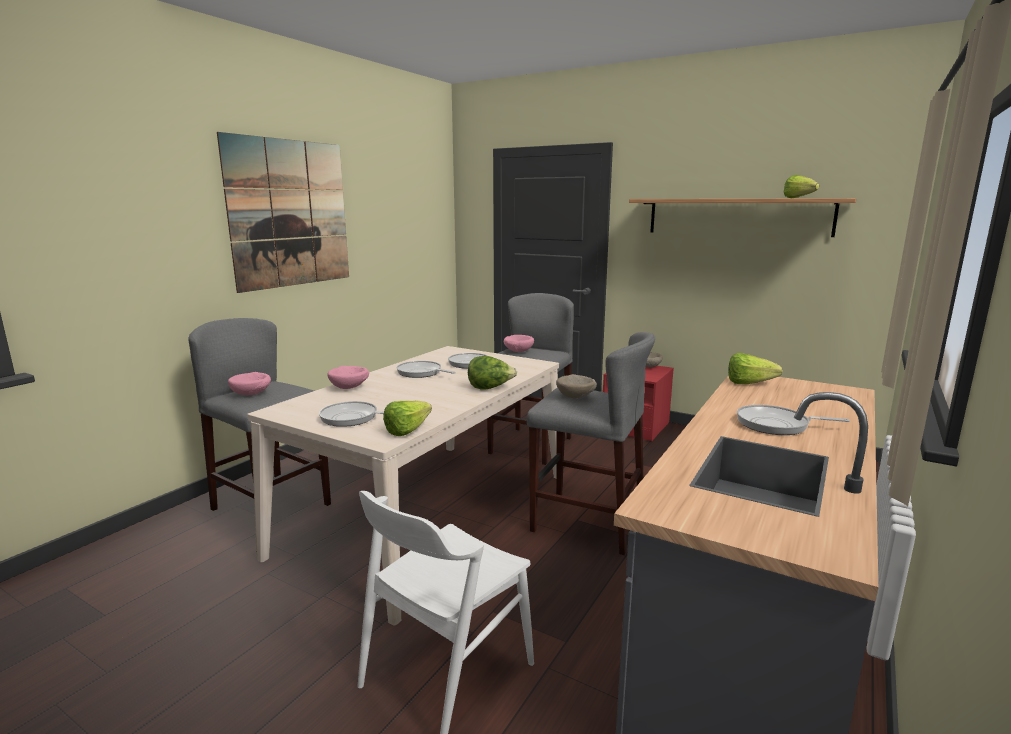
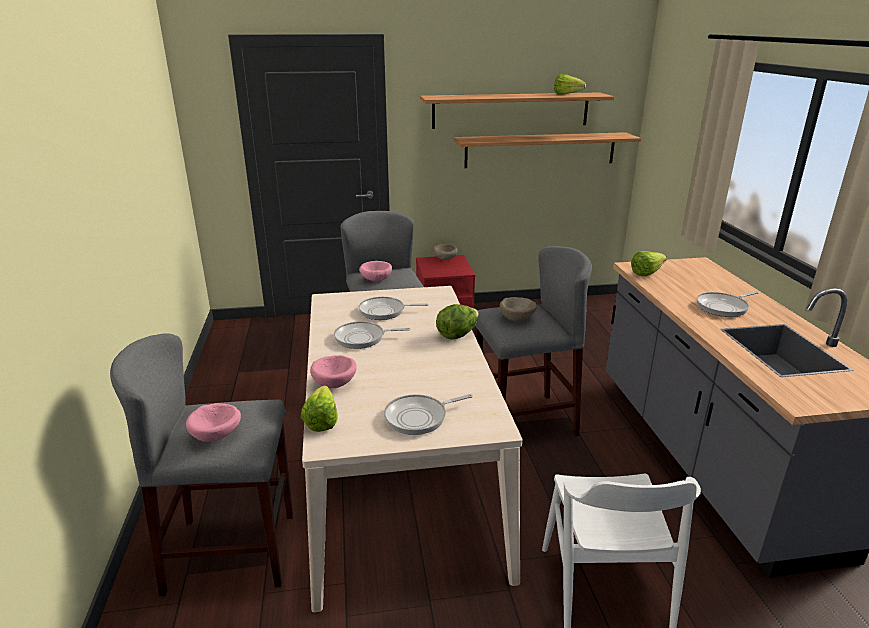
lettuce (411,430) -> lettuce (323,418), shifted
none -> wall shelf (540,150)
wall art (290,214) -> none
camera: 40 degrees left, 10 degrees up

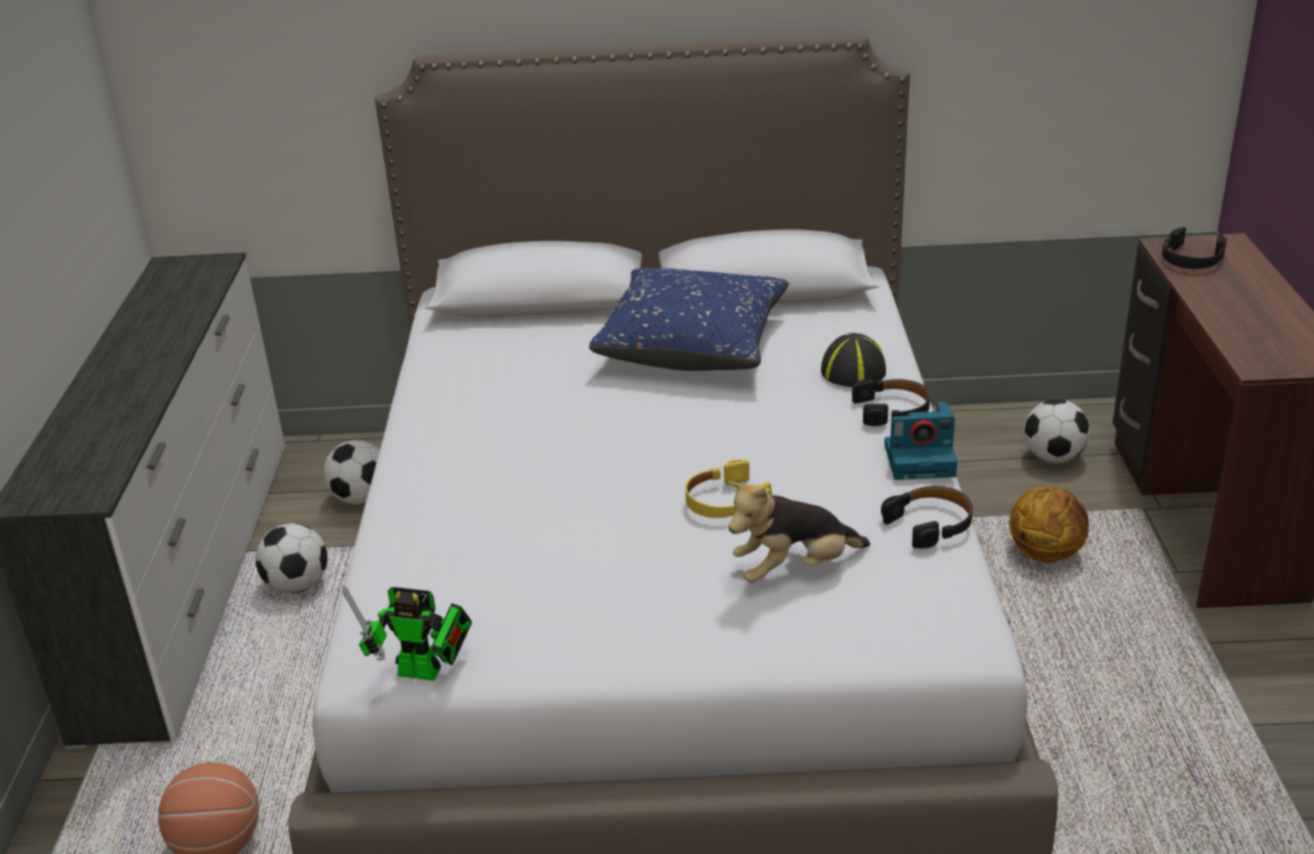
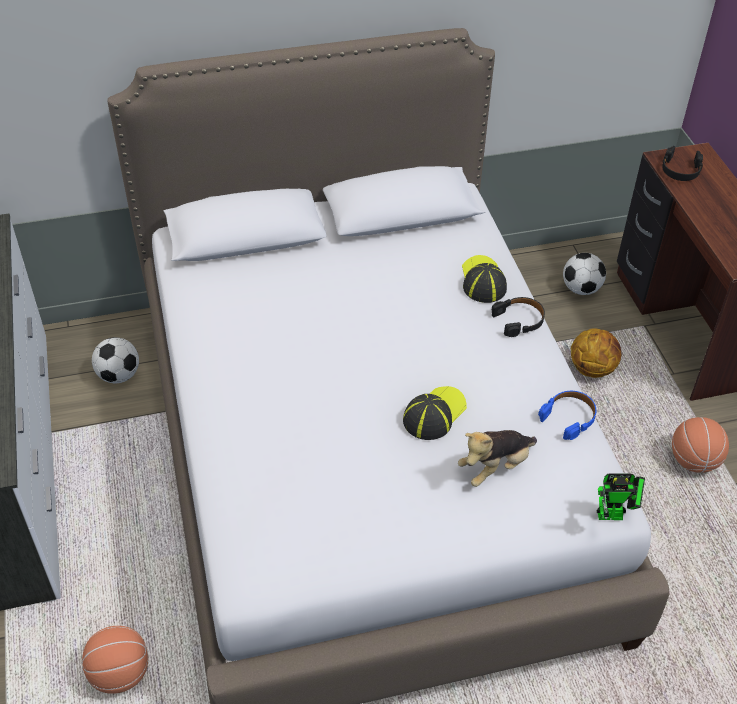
headphones (yellow-coloured) (724,501) -> baseball cap (434,414)
headphones (black) (930,524) -> headphones (bluish) (569,417)
robot figure (426,673) -> robot figure (614,515), shifted
none -> ball for basketball (693,460)
football (298,585) -> none
cushion (bluish) (693,345) -> none
photo camera (921,459) -> none
camera: 15 degrees left, 15 degrees up

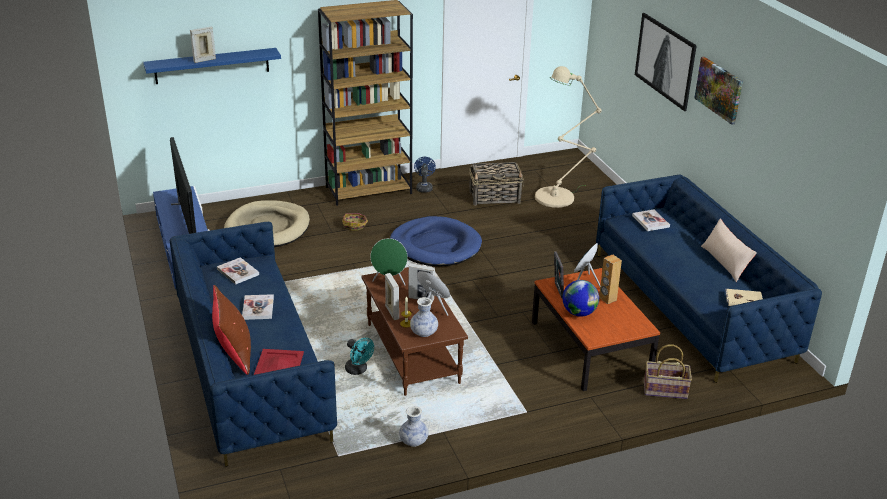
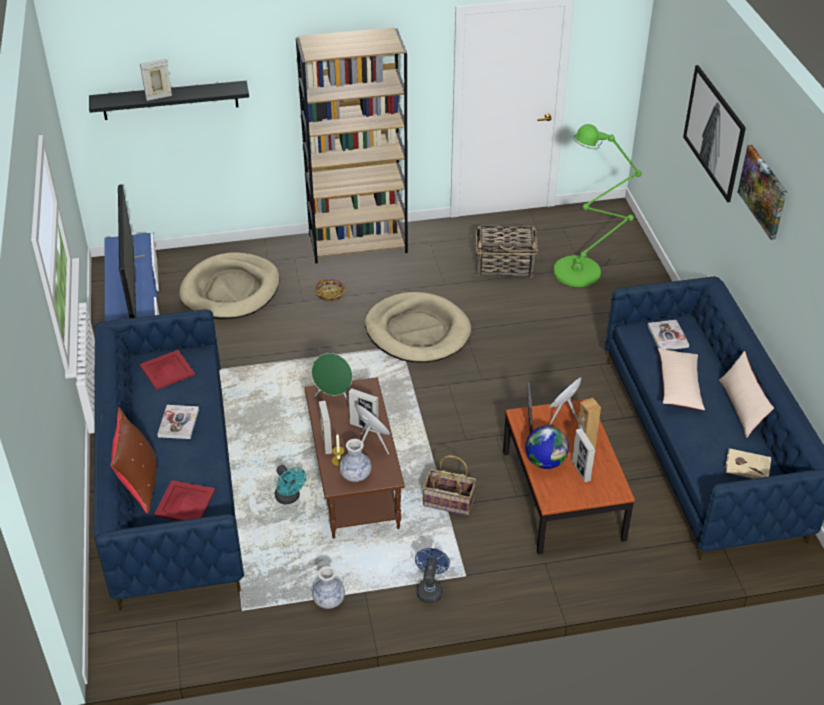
wall shelf (bluish) (212,66) -> wall shelf (black) (170,100)
book (238,272) -> carrying tray (red-coloured) (167,369)
dog bed (bluish) (435,246) -> dog bed (beige-coloured) (417,331)
fan (bluish) (424,187) -> fan (bluish) (430,589), shifted
storage basket (665,390) -> storage basket (448,502), shifted
standing lamp (beige-coloured) (559,196) -> standing lamp (green-coloured) (583,270)
none -> photo frame (581,471)
none -> cushion (beige-coloured) (679,385)
camera: 10 degrees right, 10 degrees up

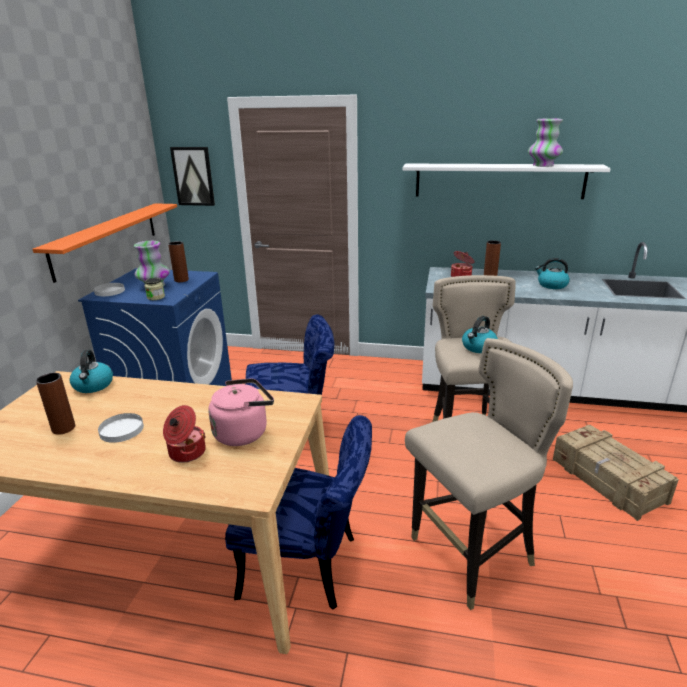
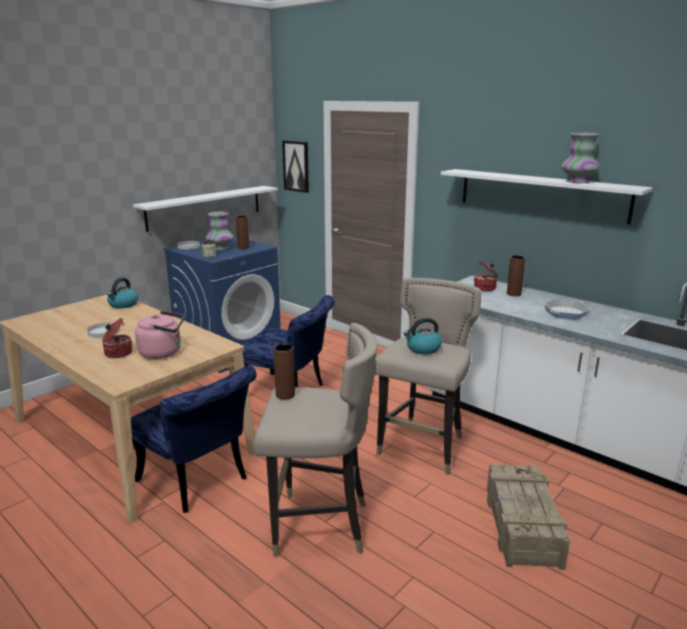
wall shelf (orangey) (107,239) -> wall shelf (white-coloured) (205,207)
decorative vase (brown-coloured) (63,428) -> decorative vase (brown-coloured) (285,395), shifted
tea kettle (551,285) -> frying pan (566,312)
camera: 30 degrees right, 5 degrees down

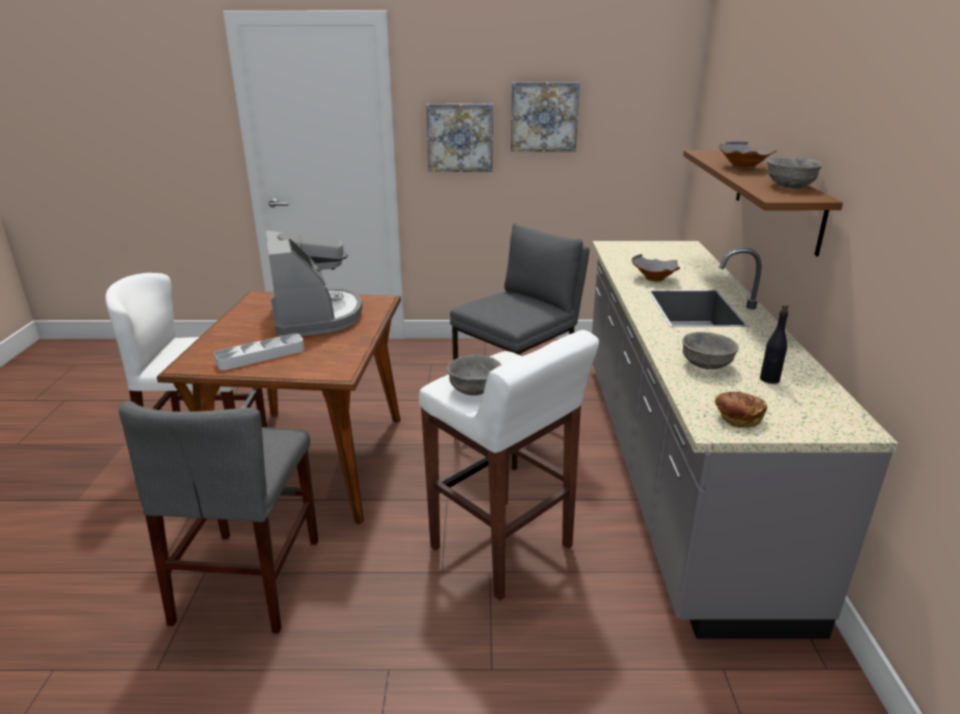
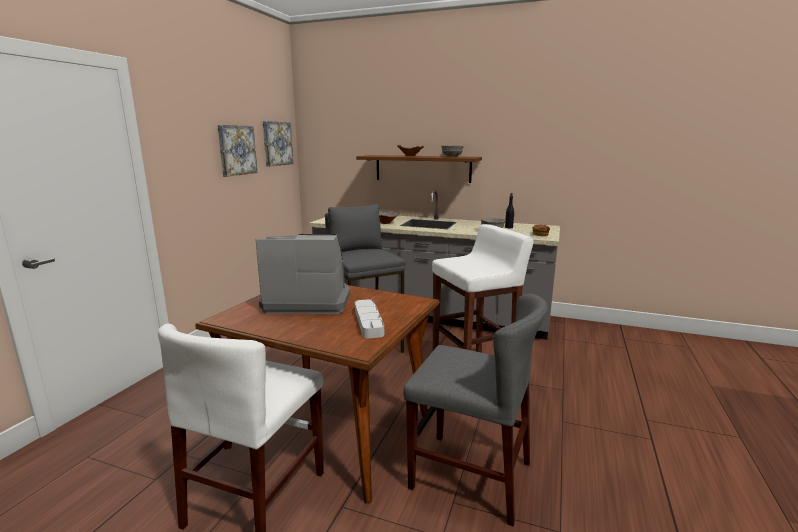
wall art (460,137) -> wall art (277,143), shifted
bowl (greyish) (475,390) -> none
camera: 70 degrees left, 10 degrees down

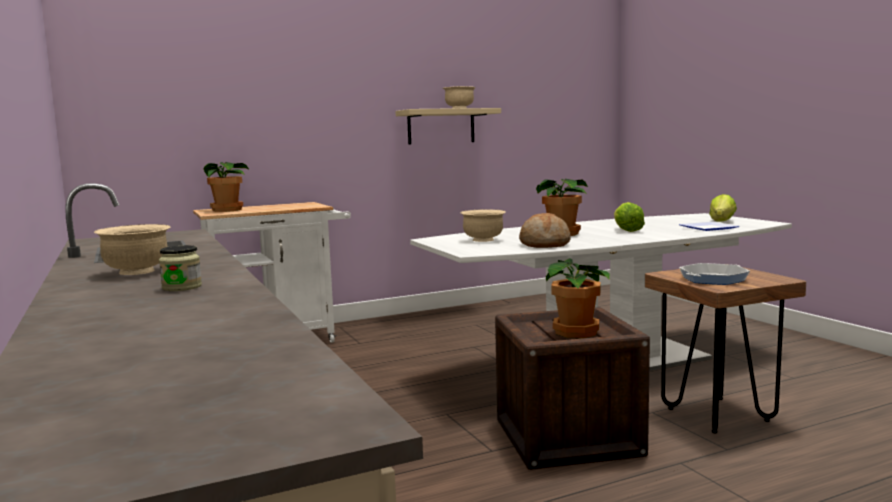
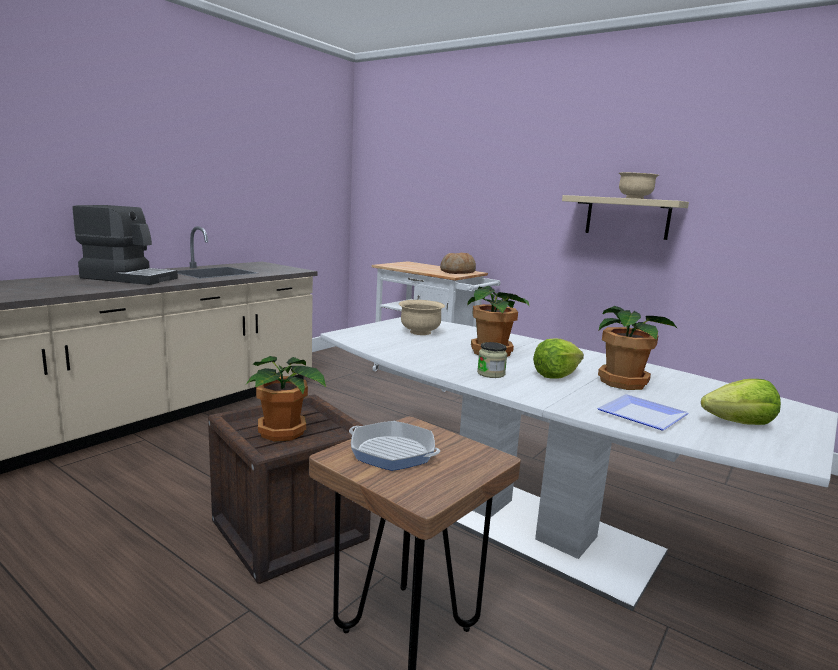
bowl (beige-coloured) (137,272) -> coffee machine (129,278)
baked bread (544,244) -> baked bread (457,272), shifted
preserve jar (182,287) -> preserve jar (491,374), shifted
potted plant (227,210) -> potted plant (623,382), shifted
camera: 60 degrees right, 5 degrees up

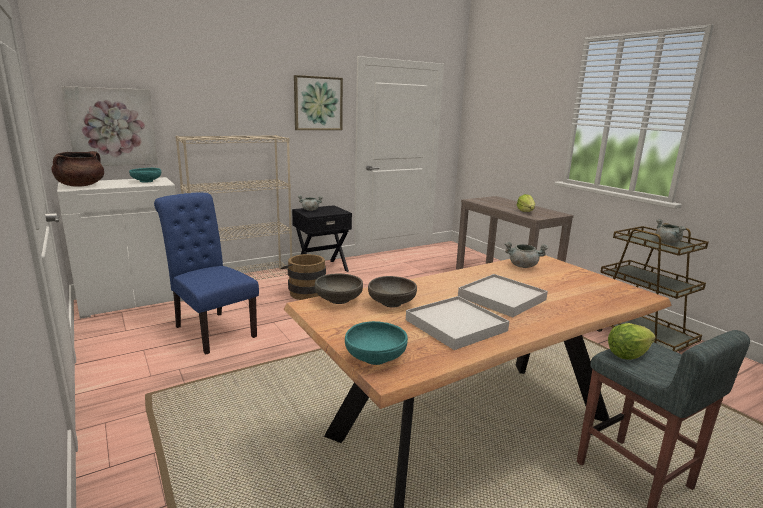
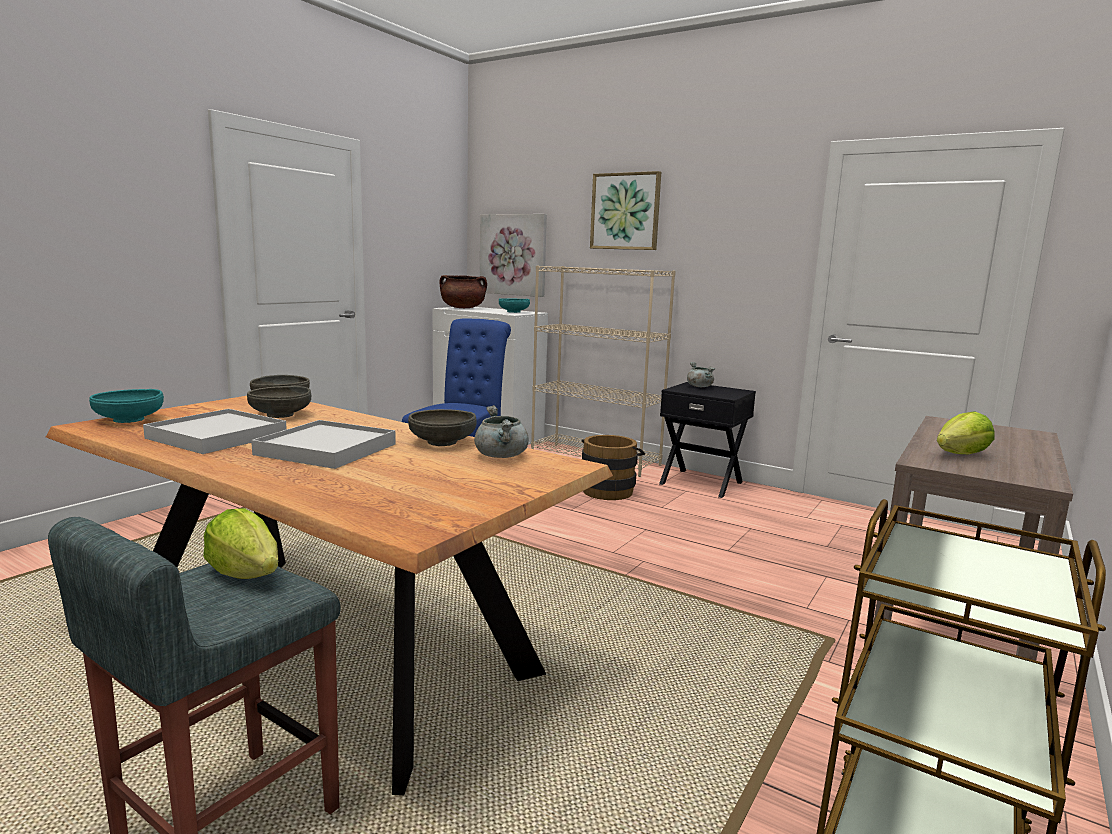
none -> bowl (greyish) (442,442)
wall art (318,103) -> wall art (625,211), shifted
stockpot (greyish) (667,242) -> none
camera: 65 degrees right, 5 degrees down

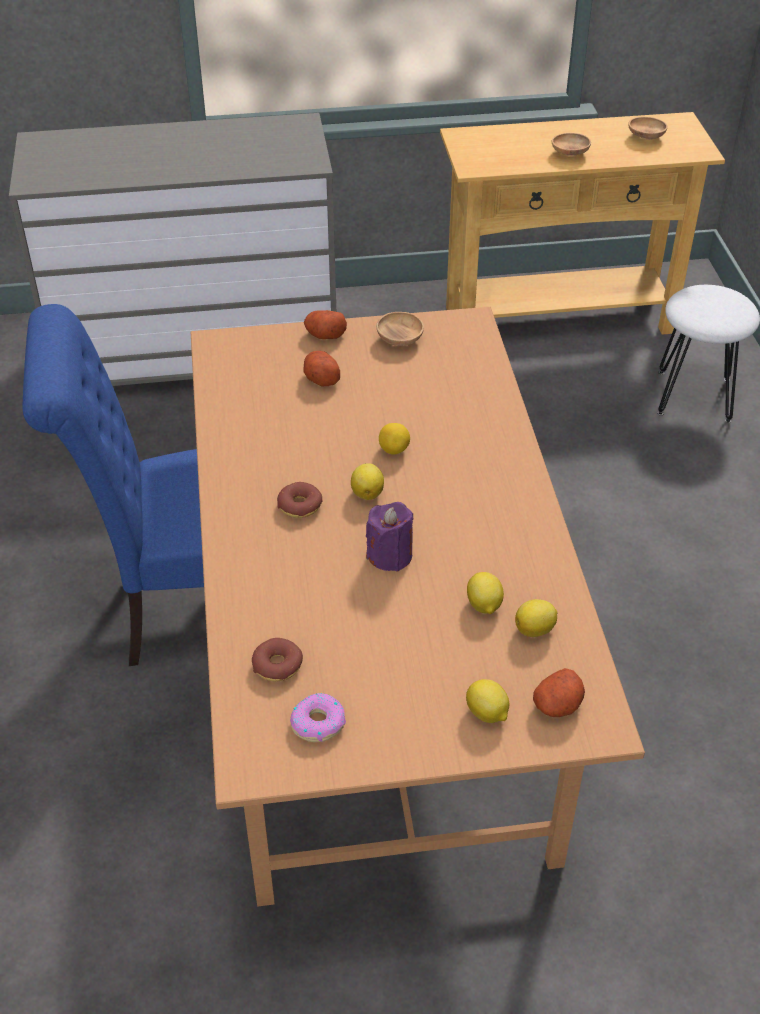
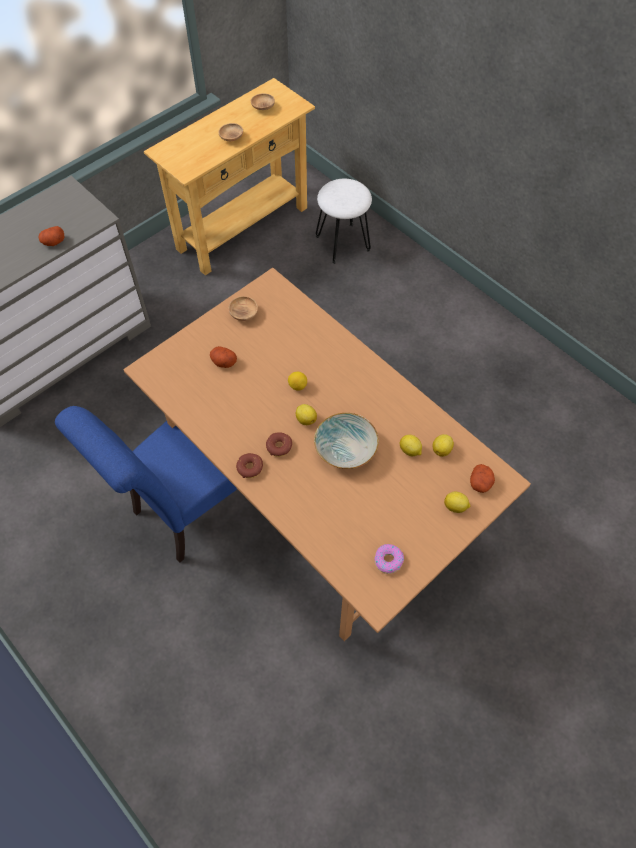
whole potato (324,335) -> whole potato (53,242), shifted
donut (277,665) -> donut (250,468), shifted
wax candle (purple-coloured) (390,555) -> bowl (346,449)
camera: 35 degrees left, 15 degrees up

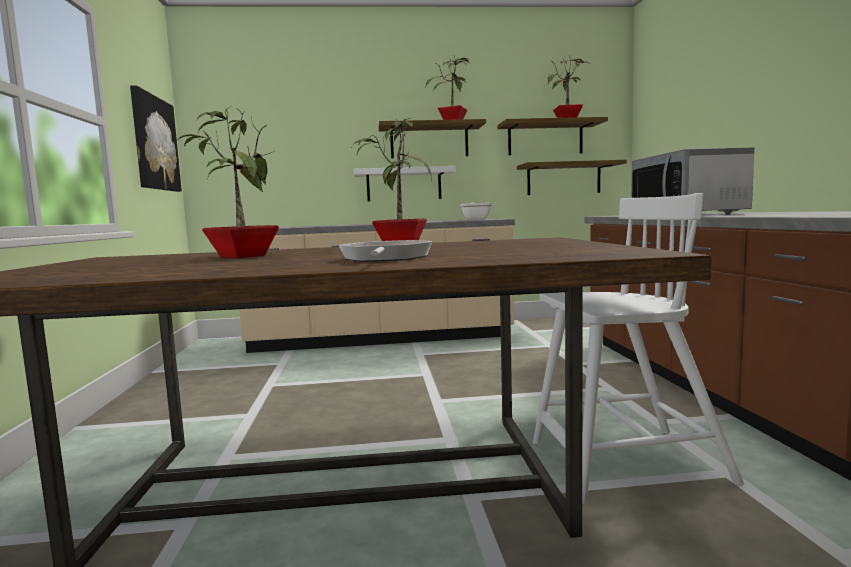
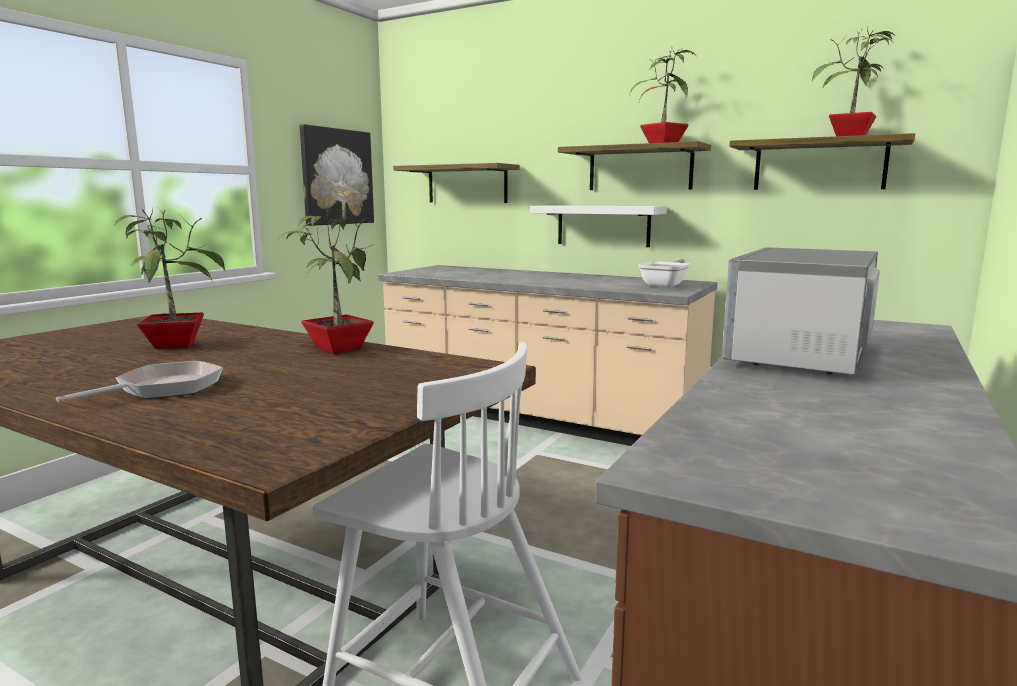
wall shelf (563,179) -> wall shelf (467,184), shifted
camera: 35 degrees right, 5 degrees up

